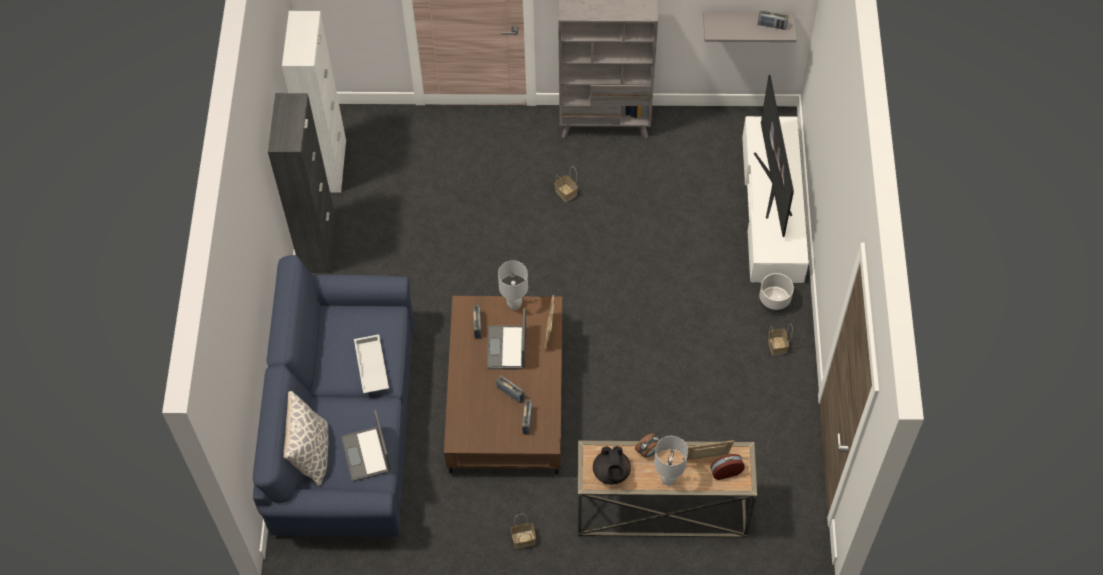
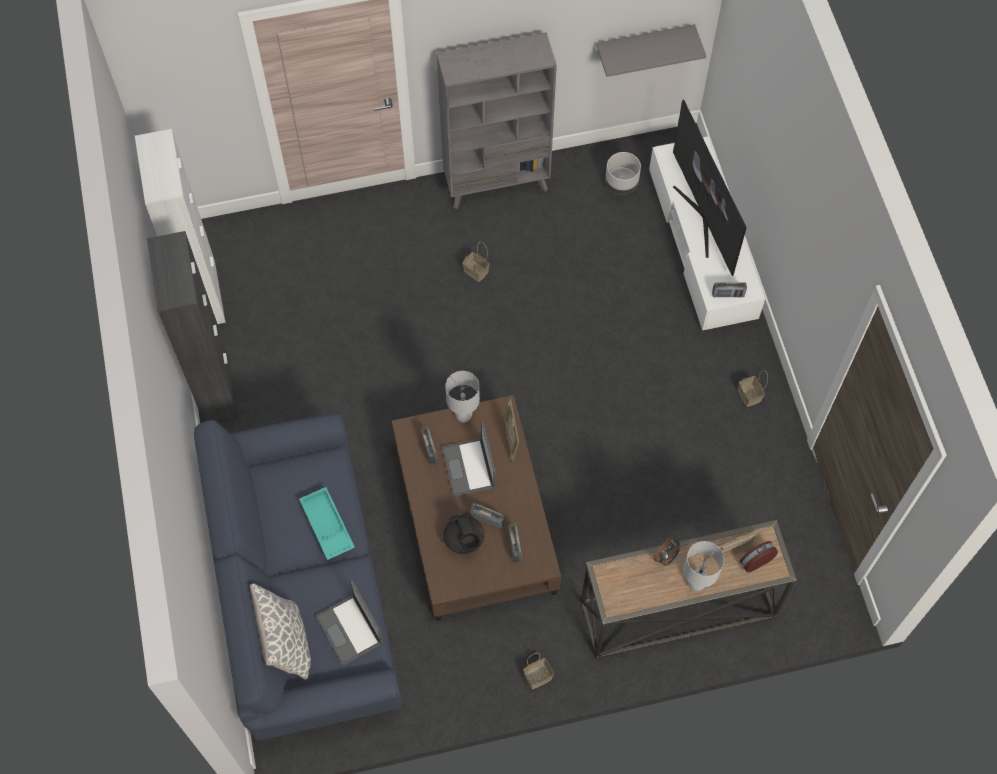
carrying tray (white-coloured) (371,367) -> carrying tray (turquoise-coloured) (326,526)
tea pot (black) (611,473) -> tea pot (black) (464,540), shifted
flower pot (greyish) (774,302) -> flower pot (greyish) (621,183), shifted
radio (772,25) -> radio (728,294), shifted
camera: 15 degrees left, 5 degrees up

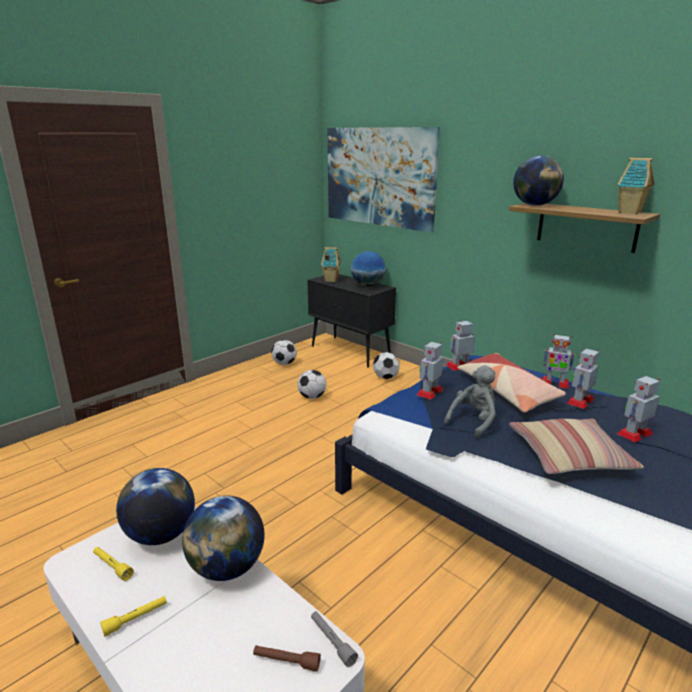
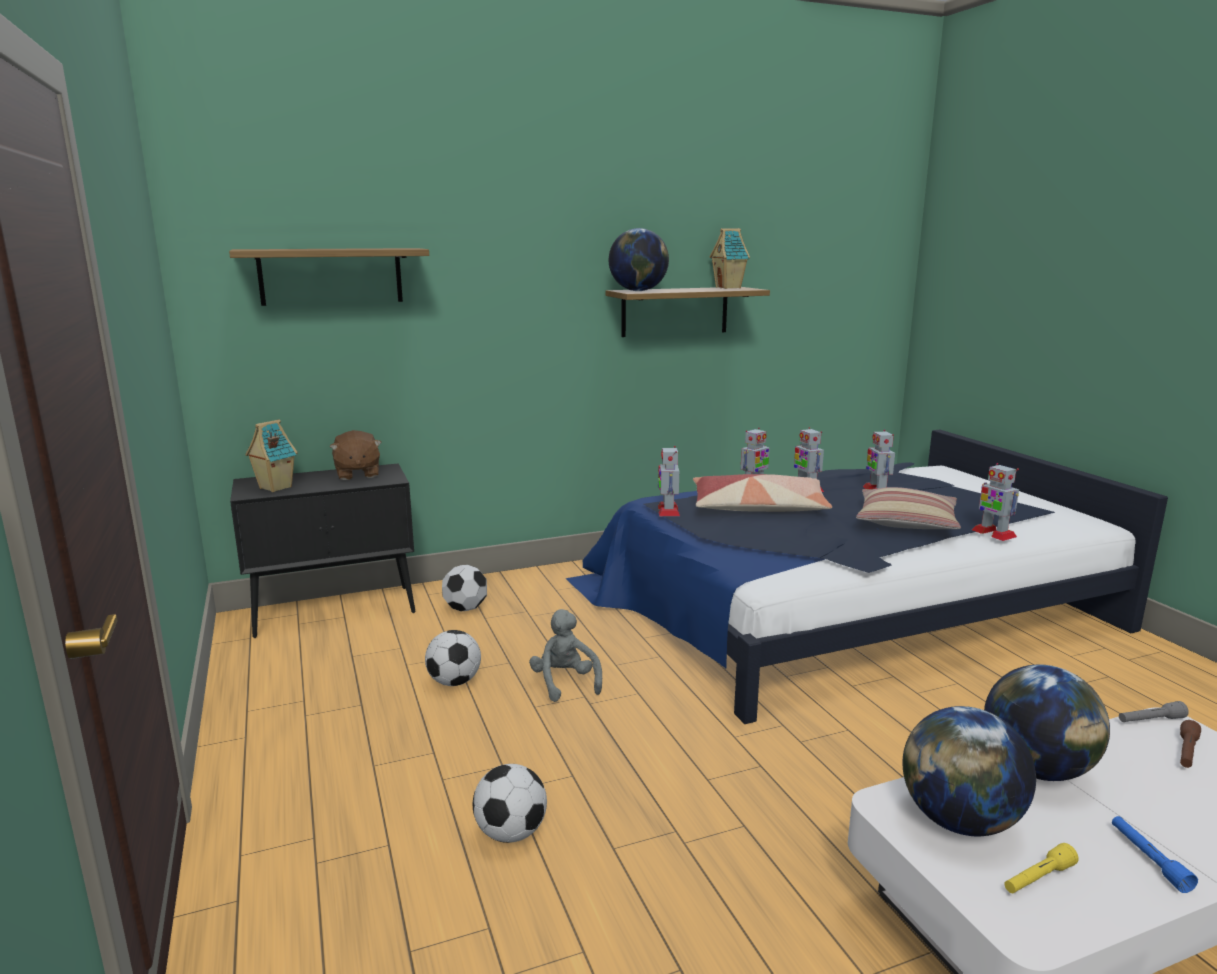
wall art (379,177) -> wall shelf (331,276)
desk globe (368,285) -> soft toy (brown-coloured) (357,474)
football (284,363) -> football (511,833), shifted
soft toy (greyish) (473,421) -> soft toy (greyish) (565,683), shifted
robot figure (429,392) -> robot figure (993,533), shifted
torch (yellow-coloured) (136,619) -> torch (bluish) (1148,859)
camera: 65 degrees left, 5 degrees down

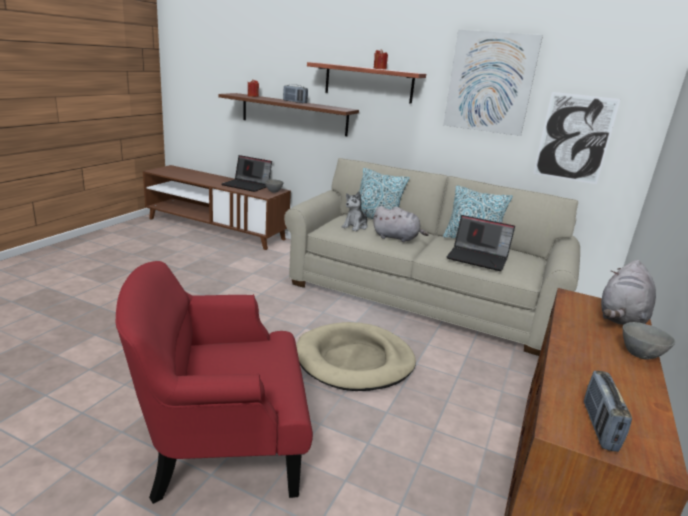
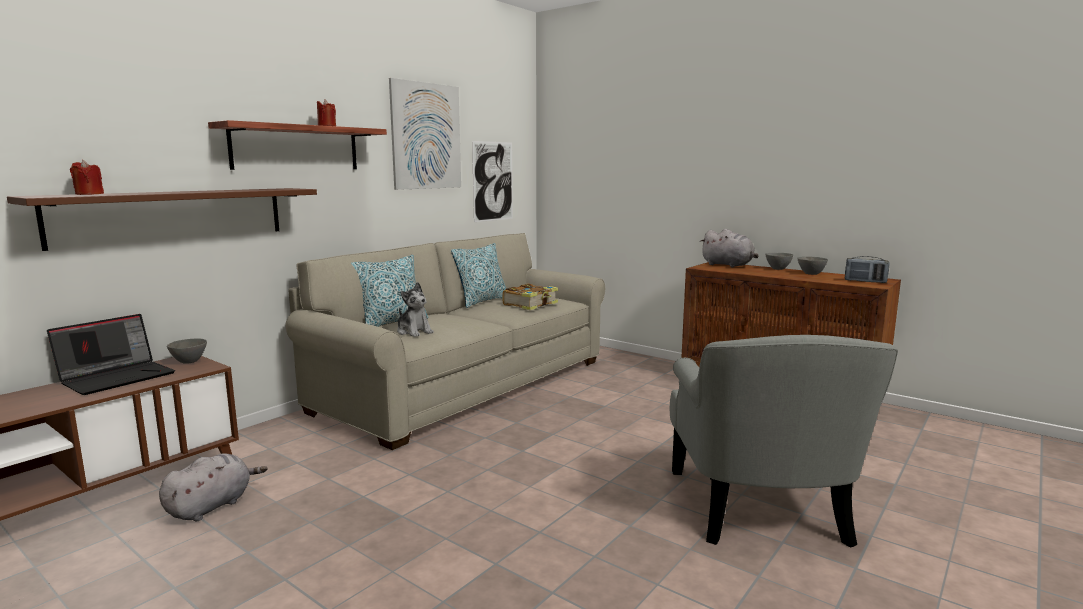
soft toy (greyish) (397,238) -> soft toy (greyish) (212,506), shifted
portable computer (478,258) -> book (531,304)
armchair (red-coloured) (222,446) -> armchair (greyish) (760,507)
none -> bowl (greyish) (810,274)
radio (295,102) -> none
dog bed (beige-coloured) (355,360) -> none
camera: 75 degrees left, 10 degrees down

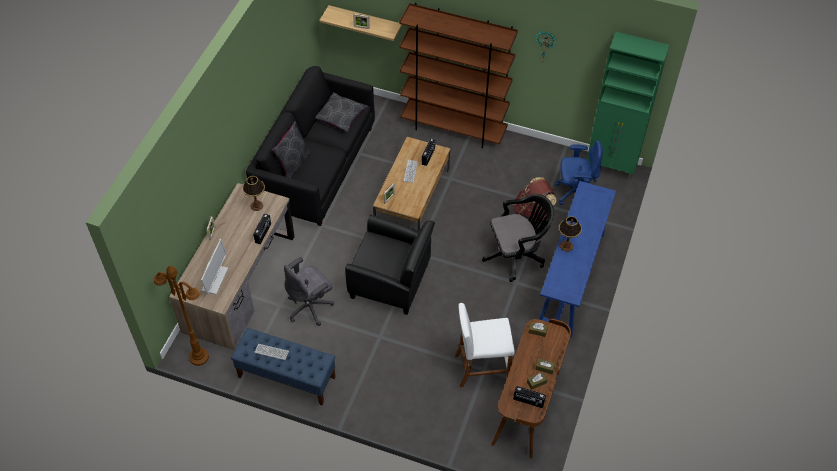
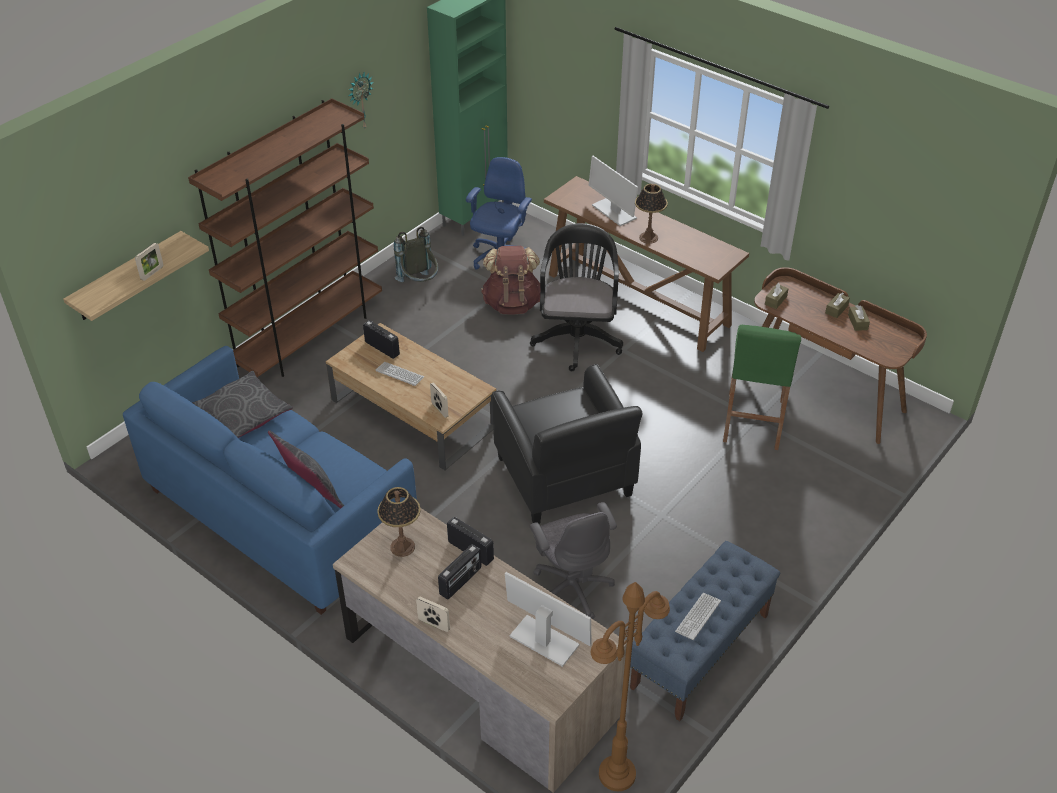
couch (black) (316,166) -> couch (bluish) (280,513)
none -> backpack (greyish) (419,284)
radio (528,401) -> radio (461,581), shifted
armchair (black) (390,281) -> armchair (black) (564,477), 120 degrees clockwise
console table (bluish) (571,279) -> console table (brown-coloured) (639,300)
none -> computer display (613,212)
sitting stool (white-coloured) (481,368) -> sitting stool (green-coloured) (753,421)
camera: 70 degrees left, 10 degrees down

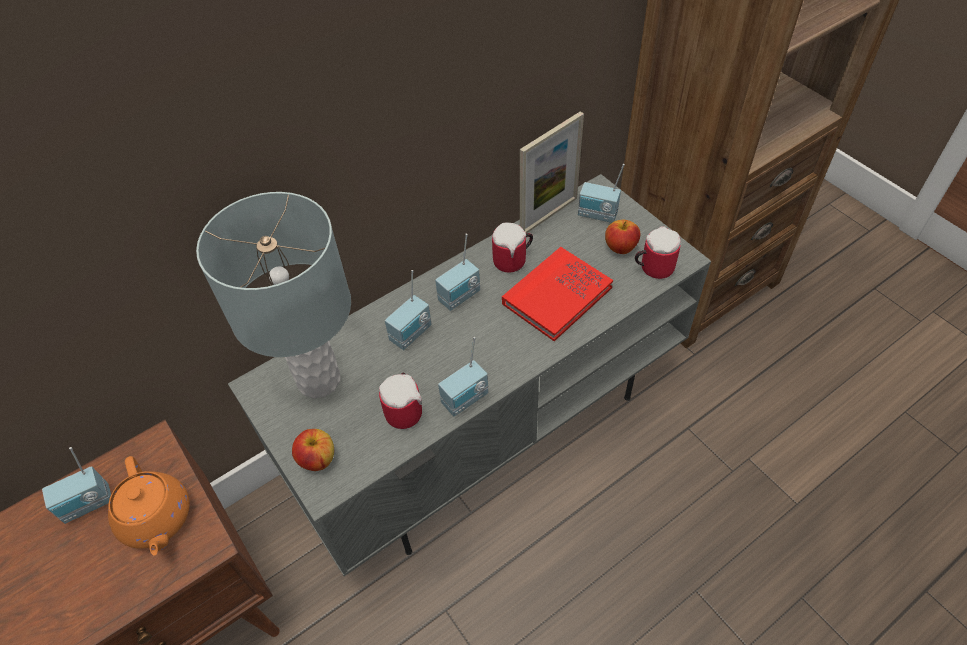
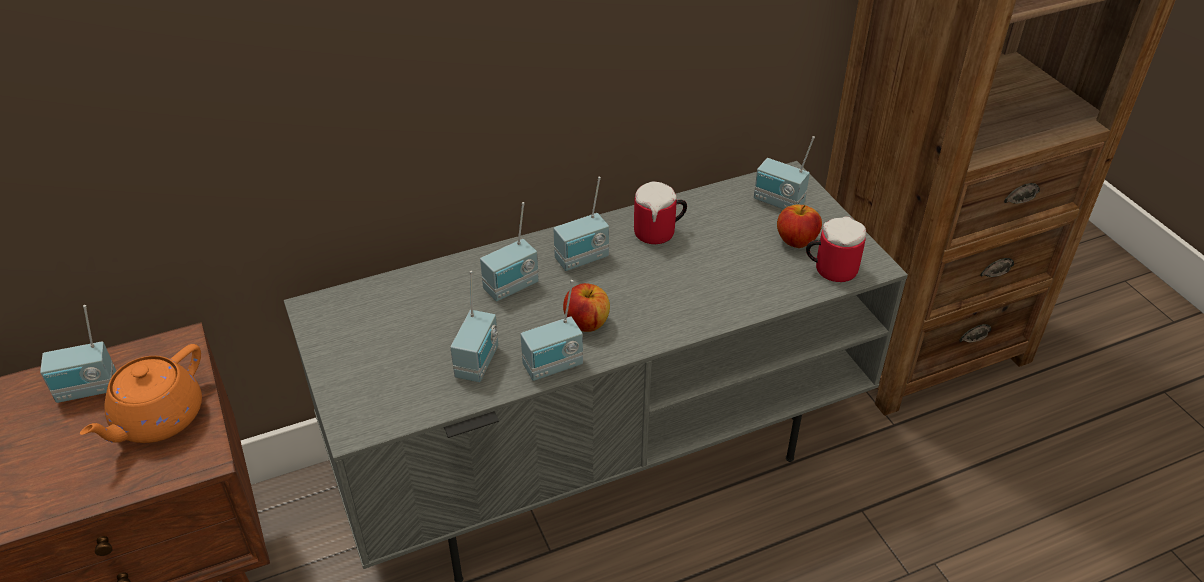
tea pot (orangey) (157,519) -> tea pot (orangey) (157,419), 45 degrees clockwise
mug (406,408) -> radio (479,363)
whole apple (317,459) -> whole apple (586,323), shifted
tabletop lamp (greyish) (319,379) -> none
book (red-coloured) (557,296) -> none
photo frame (548,215) -> none
camera: 10 degrees right, 10 degrees down

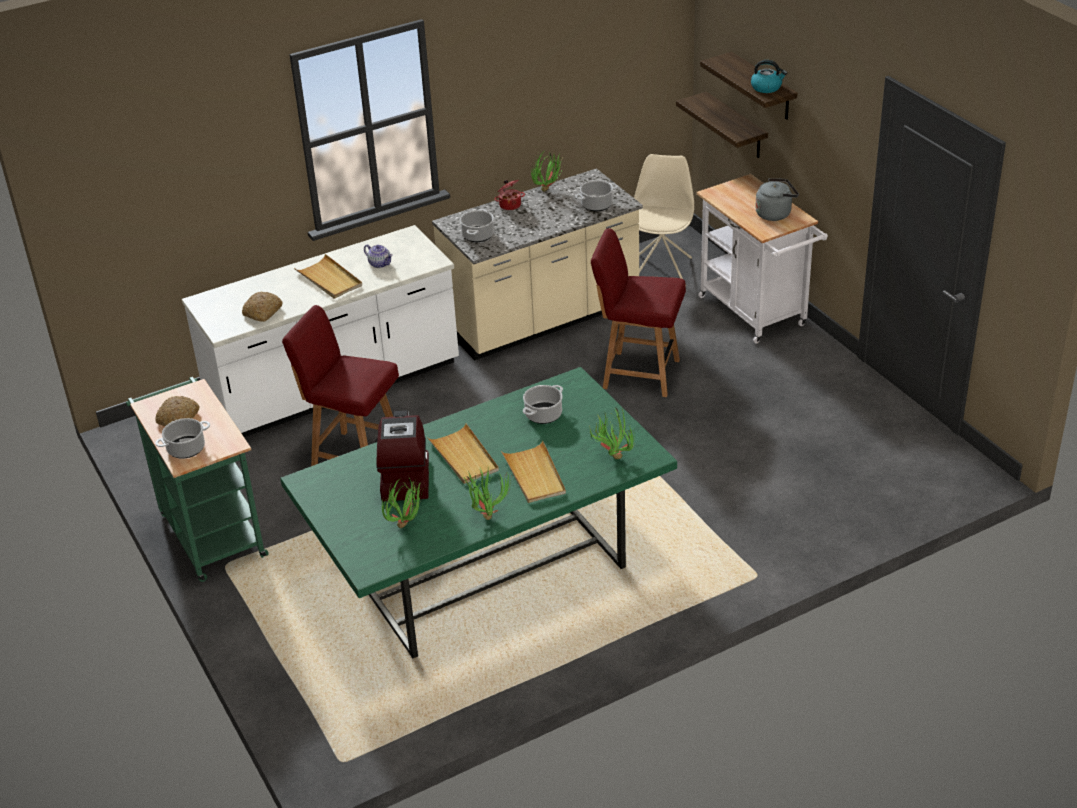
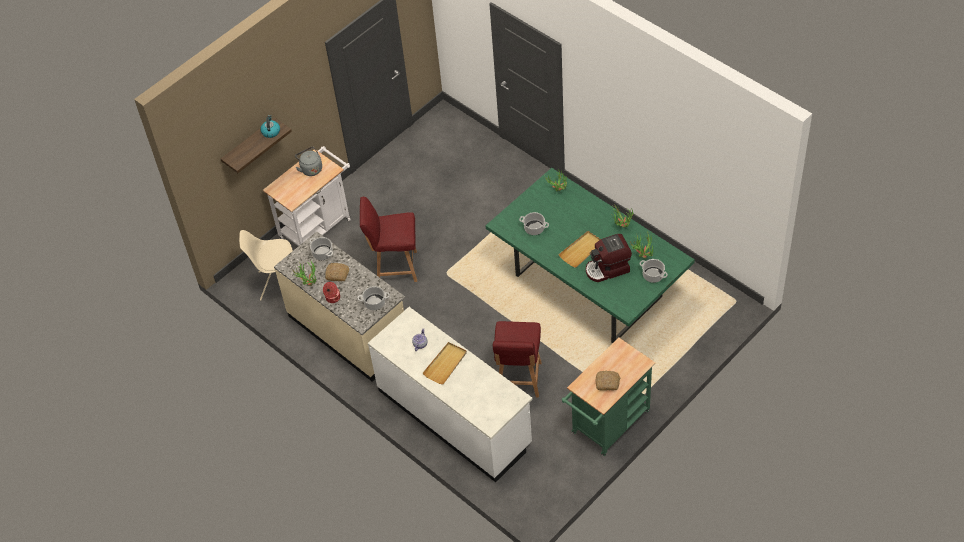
baked bread (262,312) -> baked bread (337,274), shifted
chair (red-coloured) (639,373) -> chair (red-coloured) (395,267), 90 degrees clockwise
stockpot (186,448) -> stockpot (652,275), shifted
carrying tray (beige-coloured) (534,475) -> none
wall shelf (735,126) -> none
camera: 105 degrees left, 15 degrees up

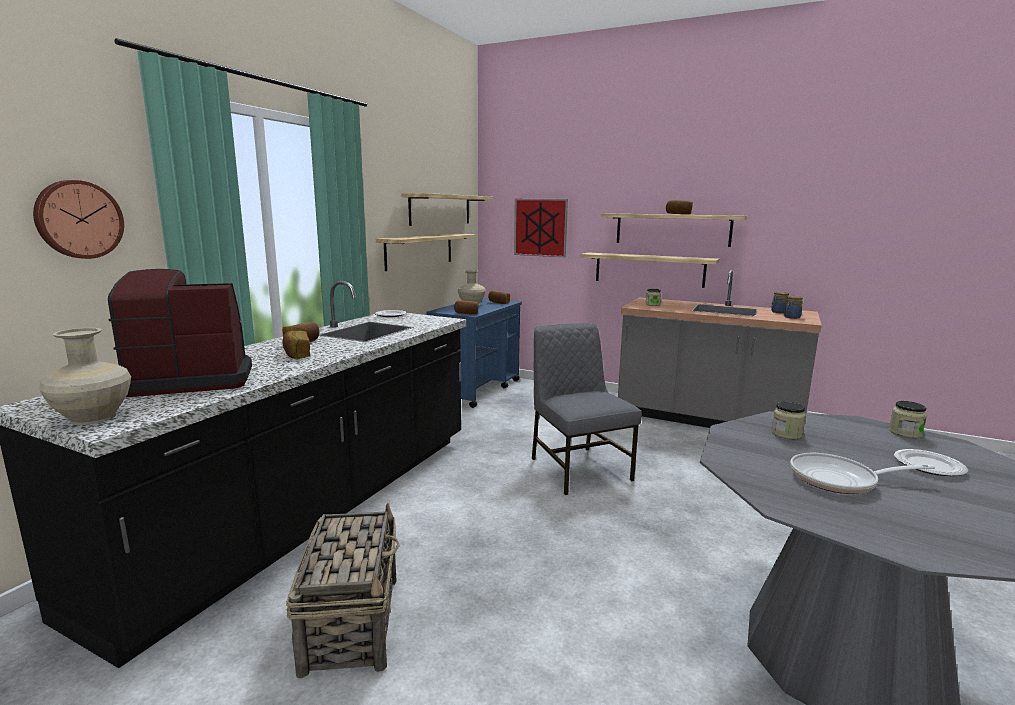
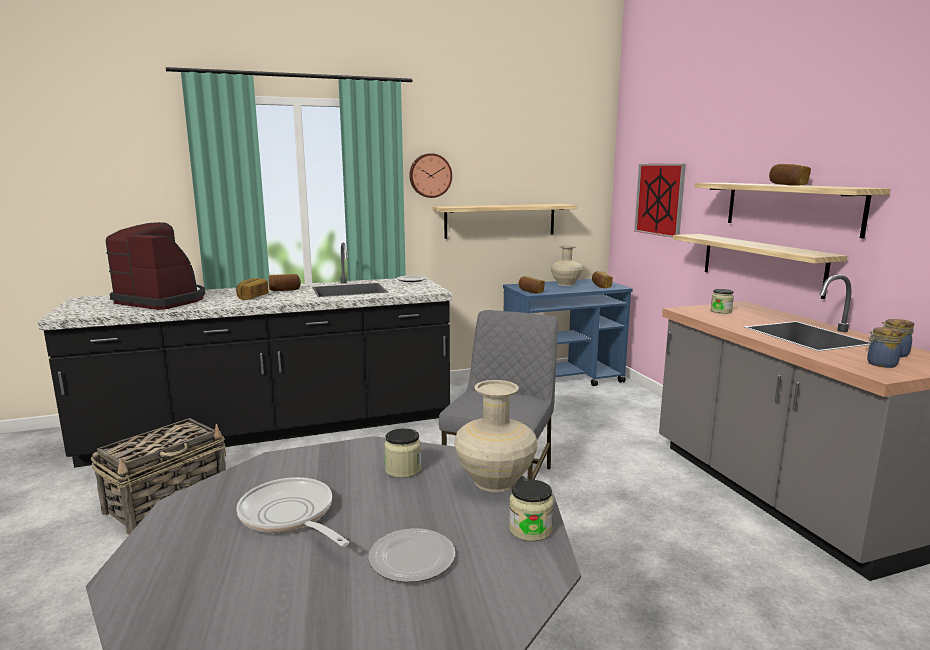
hanging clock (78,219) -> hanging clock (430,175), shifted
decorative vase (beige-coloured) (93,418) -> decorative vase (beige-coloured) (495,482), shifted
wall shelf (440,209) -> none
camera: 45 degrees right, 0 degrees up

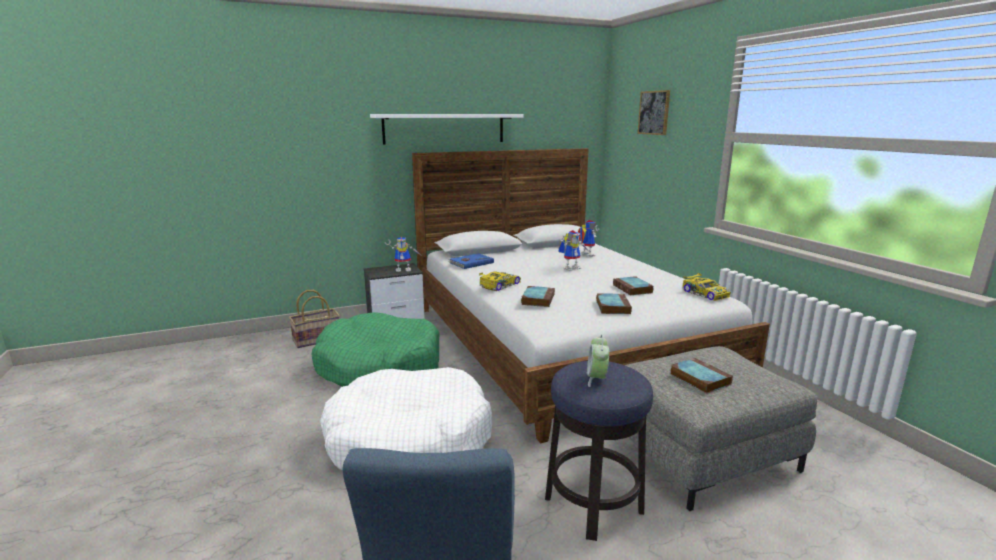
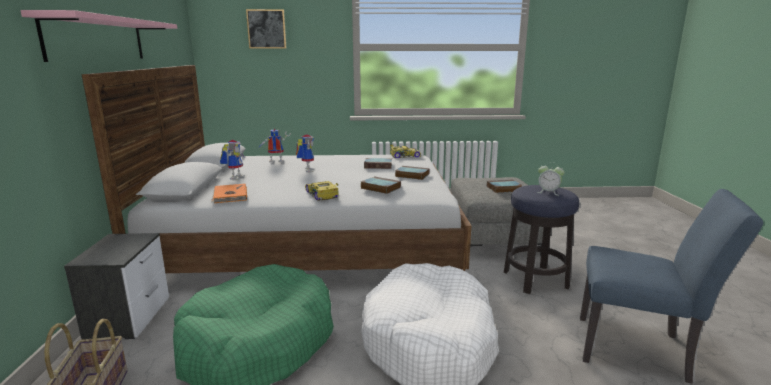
wall shelf (white-coloured) (444,128) -> wall shelf (pinkish) (98,39)
book (bluish) (470,263) -> book (orangey) (229,195)
robot figure (404,270) -> robot figure (235,177), shifted
camera: 70 degrees left, 0 degrees up

